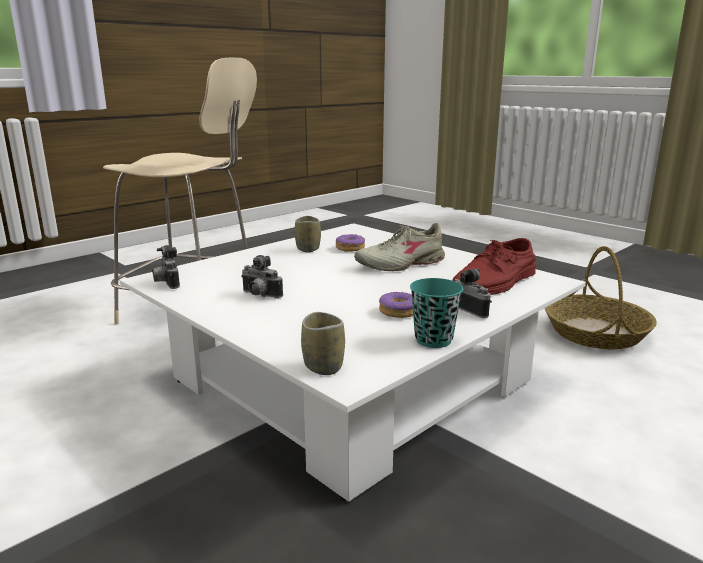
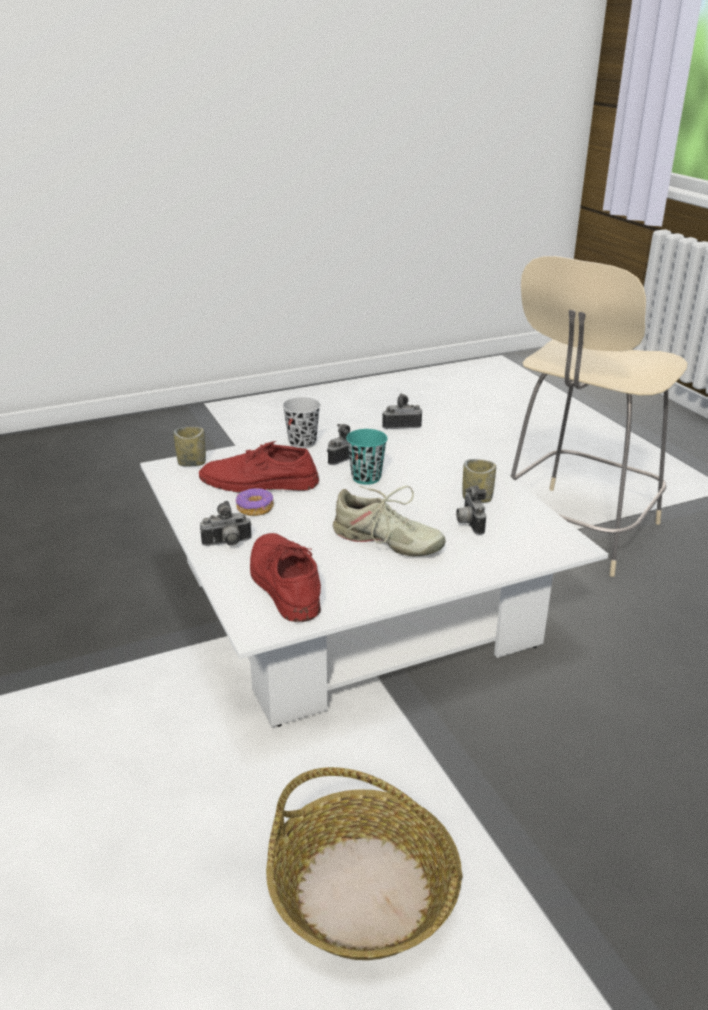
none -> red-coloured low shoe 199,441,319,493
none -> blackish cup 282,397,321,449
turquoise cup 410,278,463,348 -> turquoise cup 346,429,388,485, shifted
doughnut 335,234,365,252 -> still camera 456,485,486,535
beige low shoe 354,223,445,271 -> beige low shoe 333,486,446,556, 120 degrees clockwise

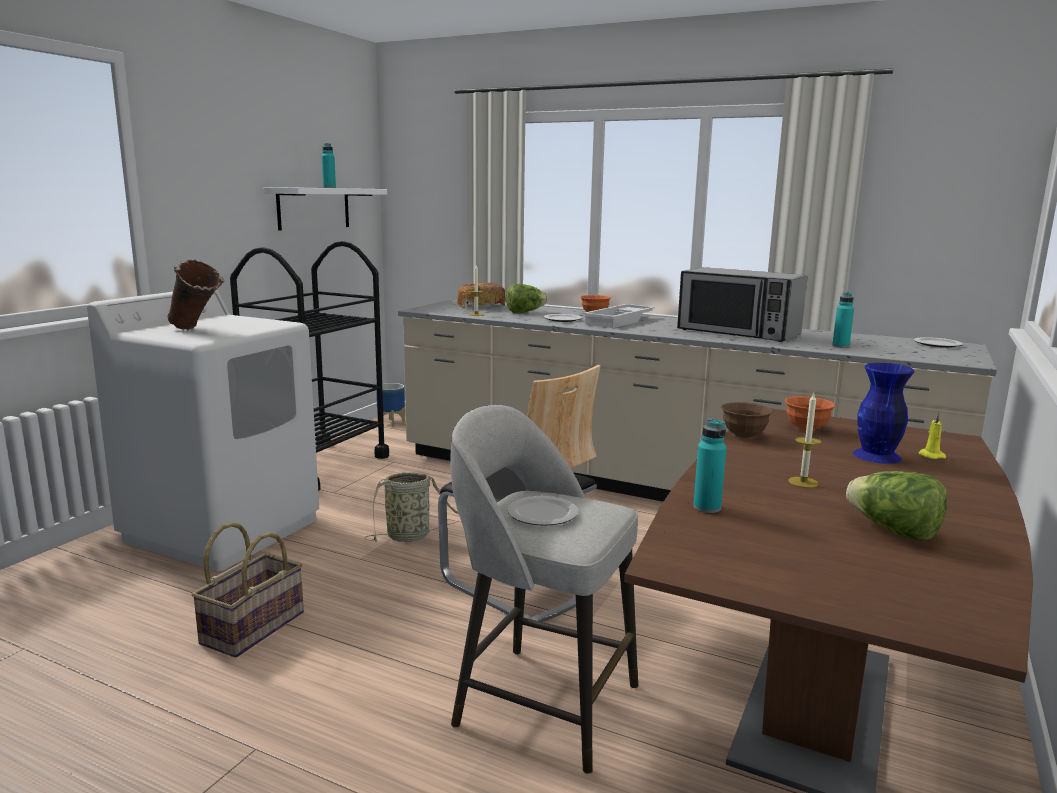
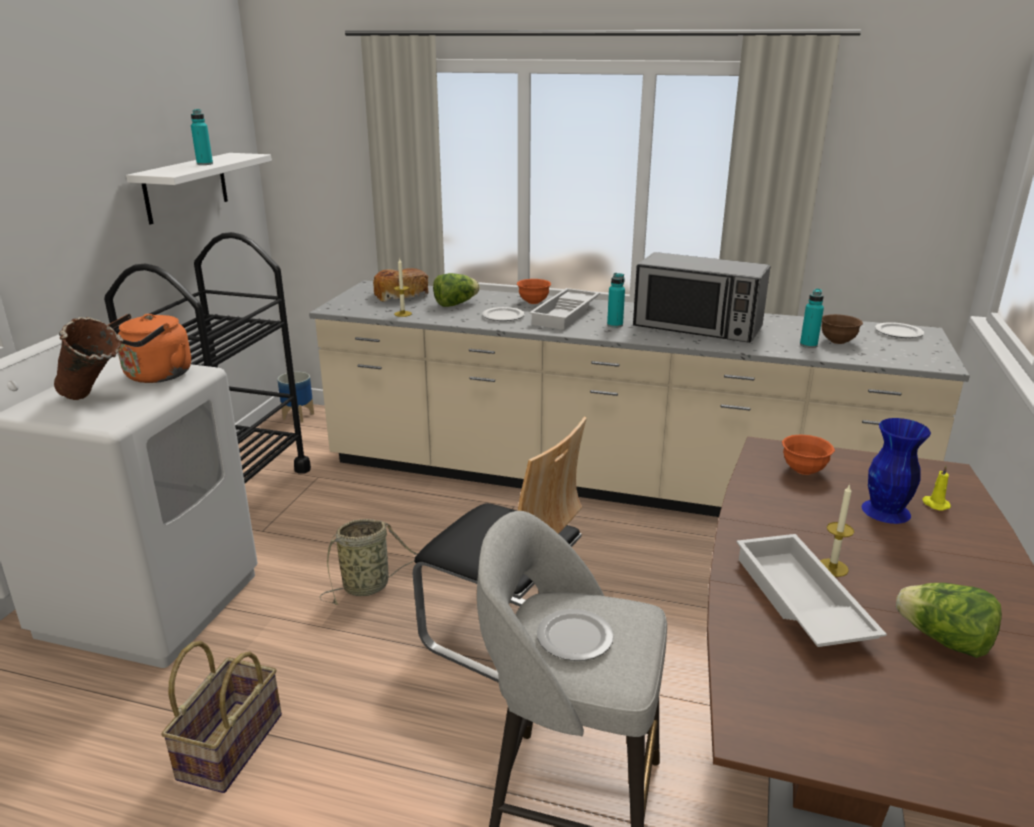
none -> orange-coloured kettle 108,313,191,383
none -> whitish carrying tray 736,534,887,647
turquoise drink bottle 693,419,726,513 -> turquoise drink bottle 607,273,625,328, shifted
brown bowl 721,402,773,438 -> brown bowl 821,314,863,344, shifted

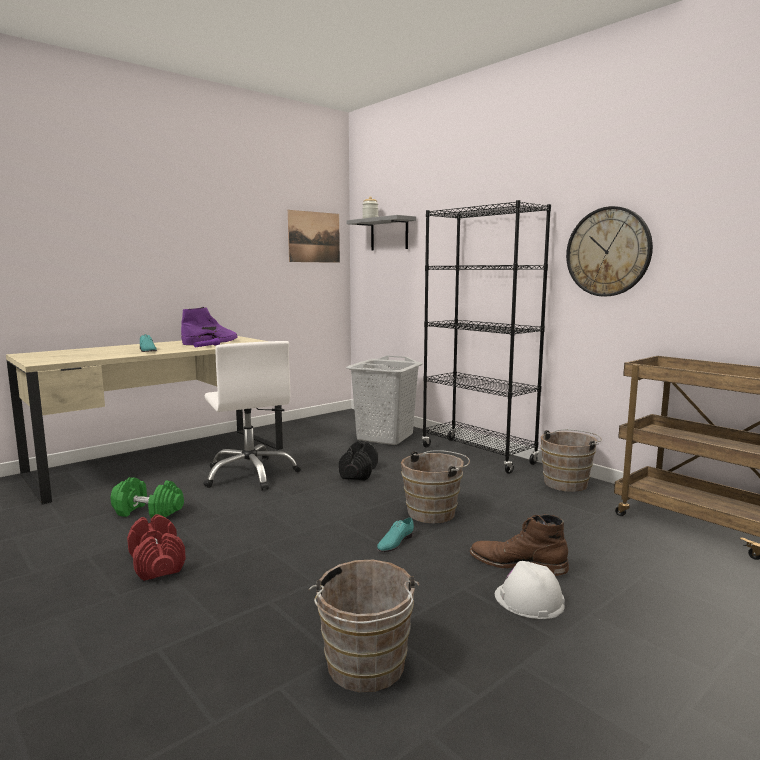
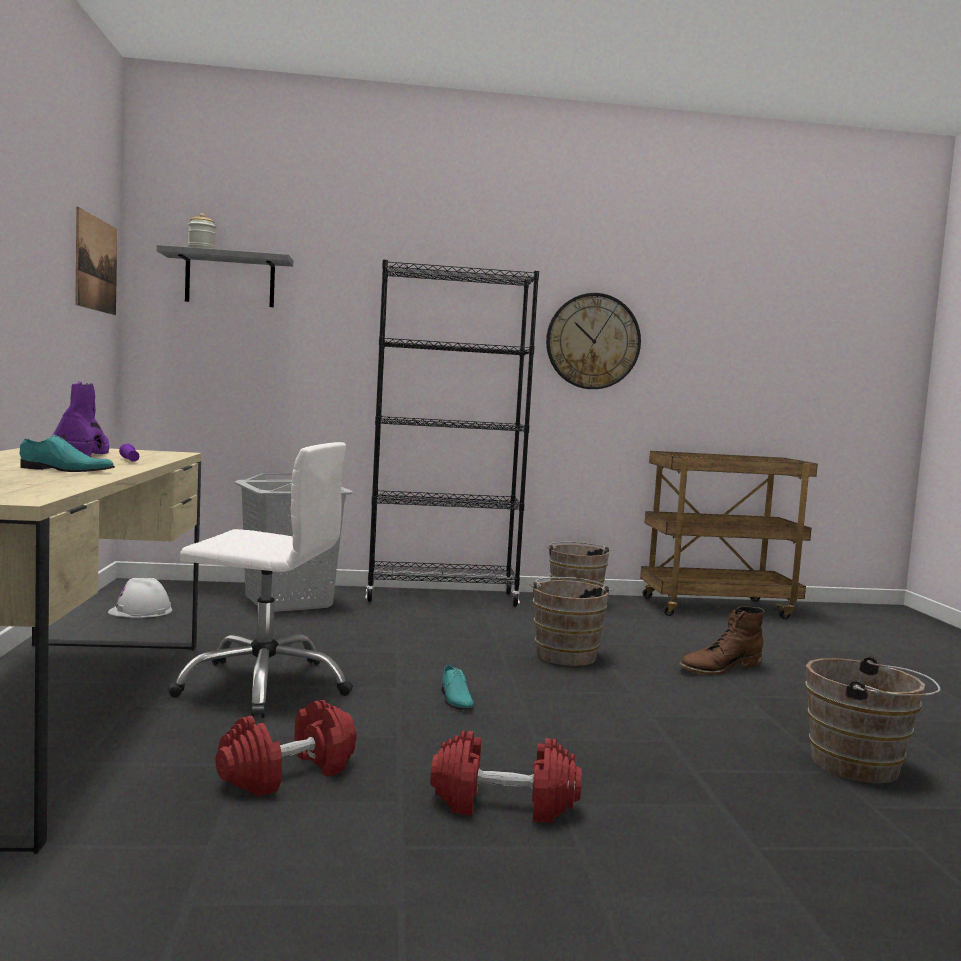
blackish hand weight 339,441,378,481 -> none
turquoise low shoe 377,518,414,552 -> turquoise low shoe 441,665,474,710, shifted
whitish safety helmet 495,561,565,619 -> whitish safety helmet 108,578,172,618, shifted
greenish hand weight 111,477,184,518 -> red-coloured hand weight 215,700,357,797

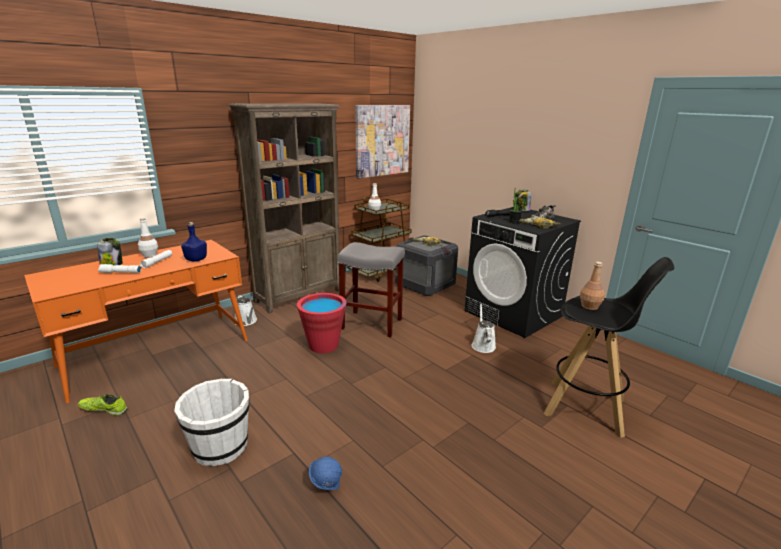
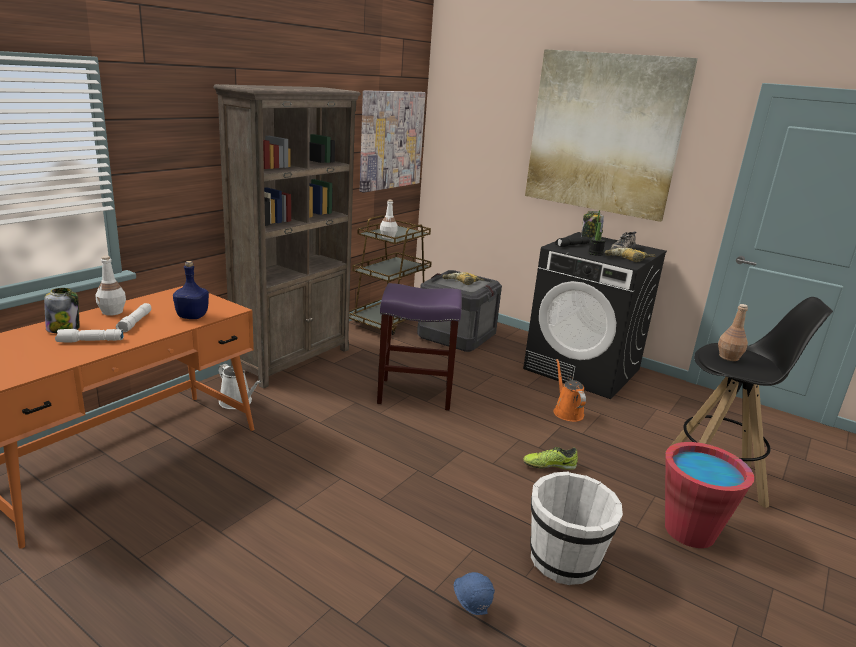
none -> wall picture 525,49,698,222
low shoe 78,394,127,416 -> low shoe 523,447,578,470, shifted
whitish water bucket 174,379,249,466 -> whitish water bucket 530,471,623,585, shifted
red-coloured water bucket 297,293,347,353 -> red-coloured water bucket 665,442,754,548, shifted
gray stool 337,242,405,337 -> purple stool 377,283,462,410
whitish sprinkling can 472,304,496,353 -> orange-coloured sprinkling can 554,359,586,422

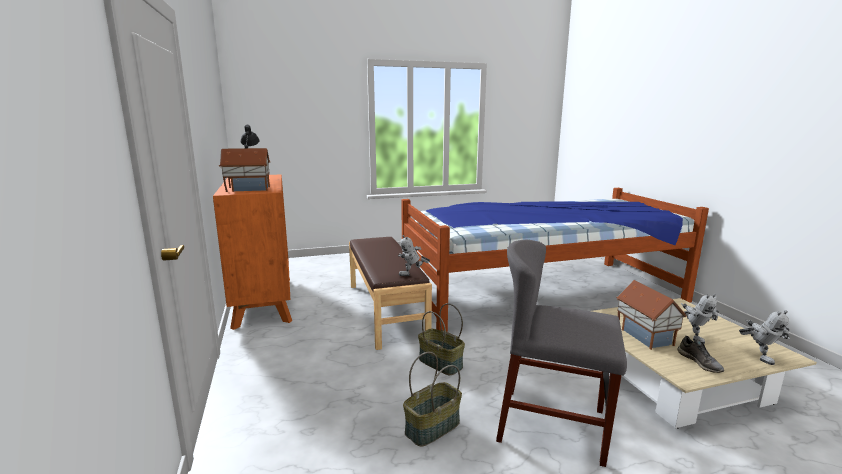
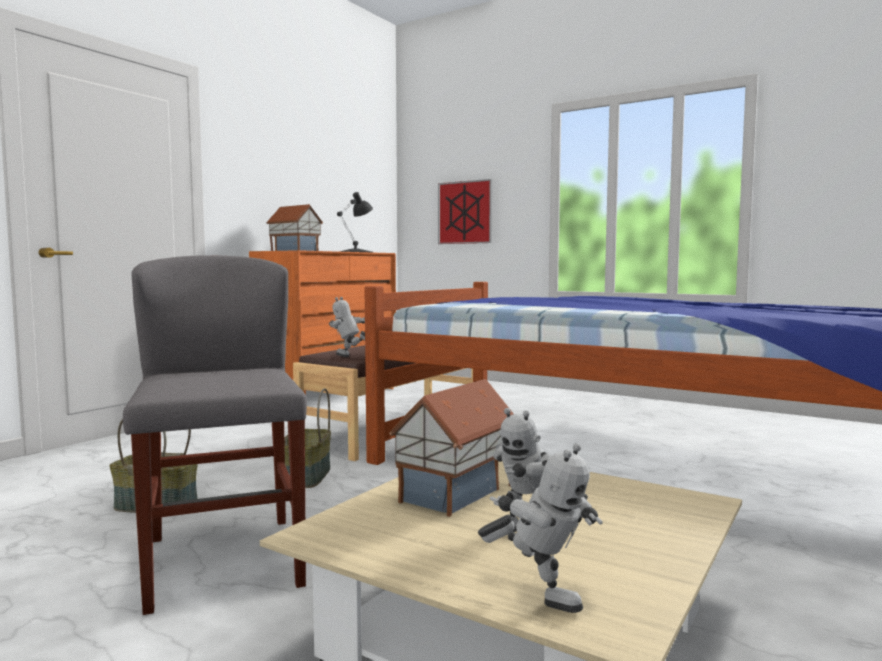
gray low shoe 678,336,724,373 -> none
none -> wall picture 438,179,493,244
toy robot 739,310,790,365 -> toy robot 478,443,603,613, 90 degrees counterclockwise

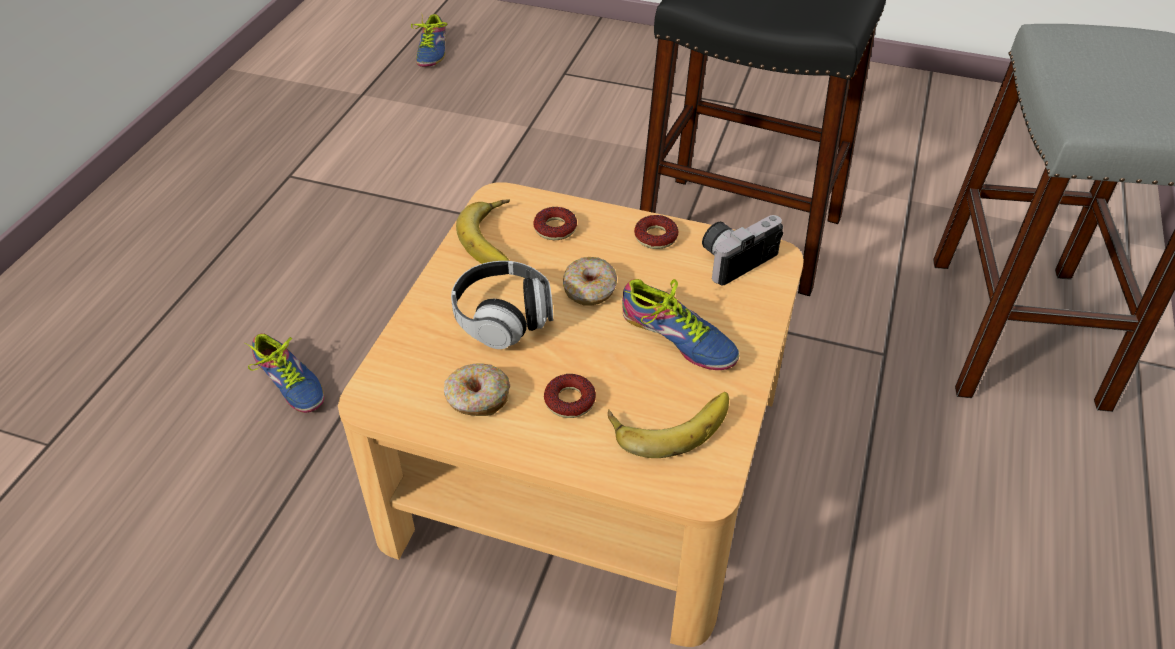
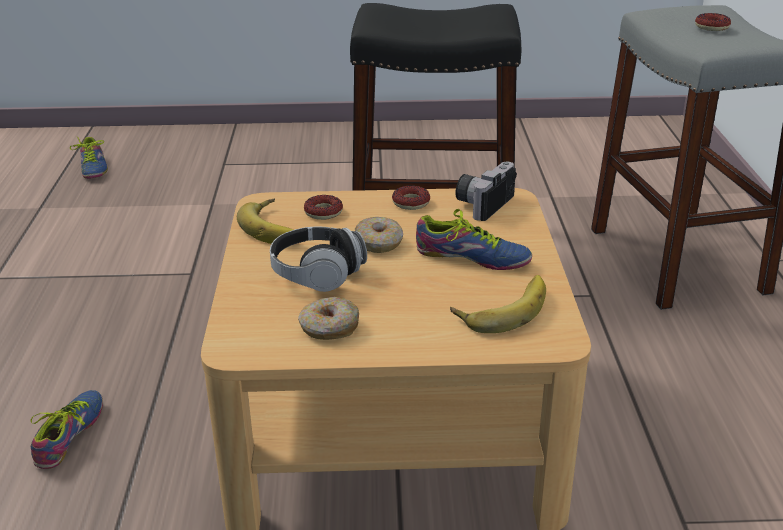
doughnut 544,374,596,418 -> doughnut 695,13,731,31, shifted
low shoe 244,333,324,413 -> low shoe 30,390,103,469, 105 degrees counterclockwise

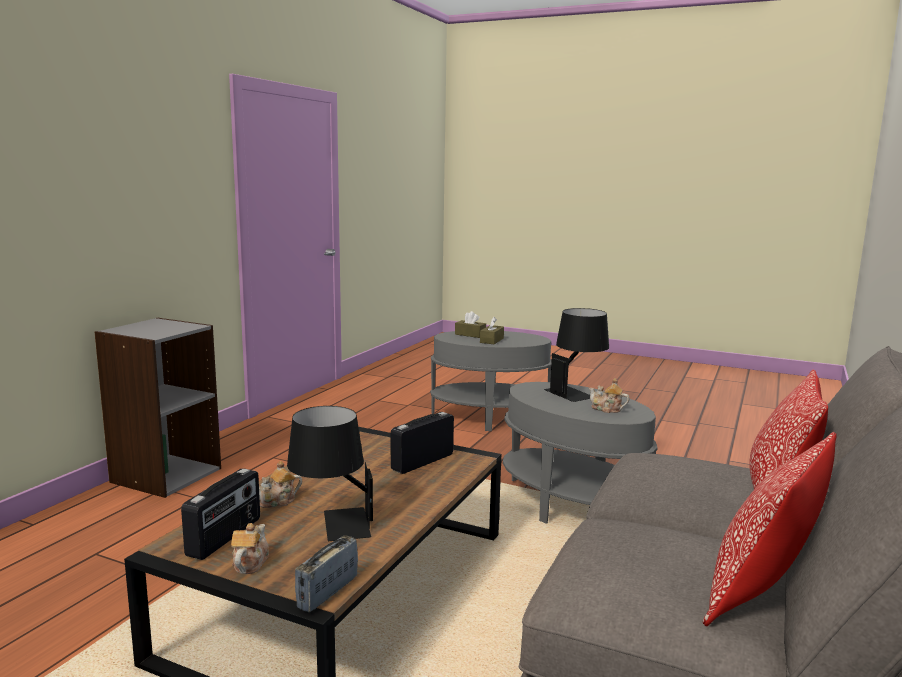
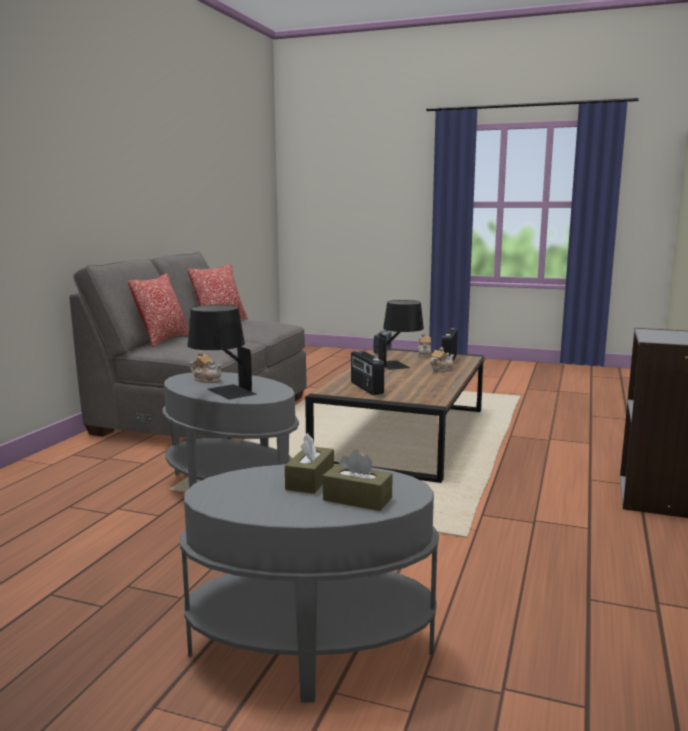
radio set 391,412,454,474 -> radio set 351,350,384,395, 120 degrees clockwise

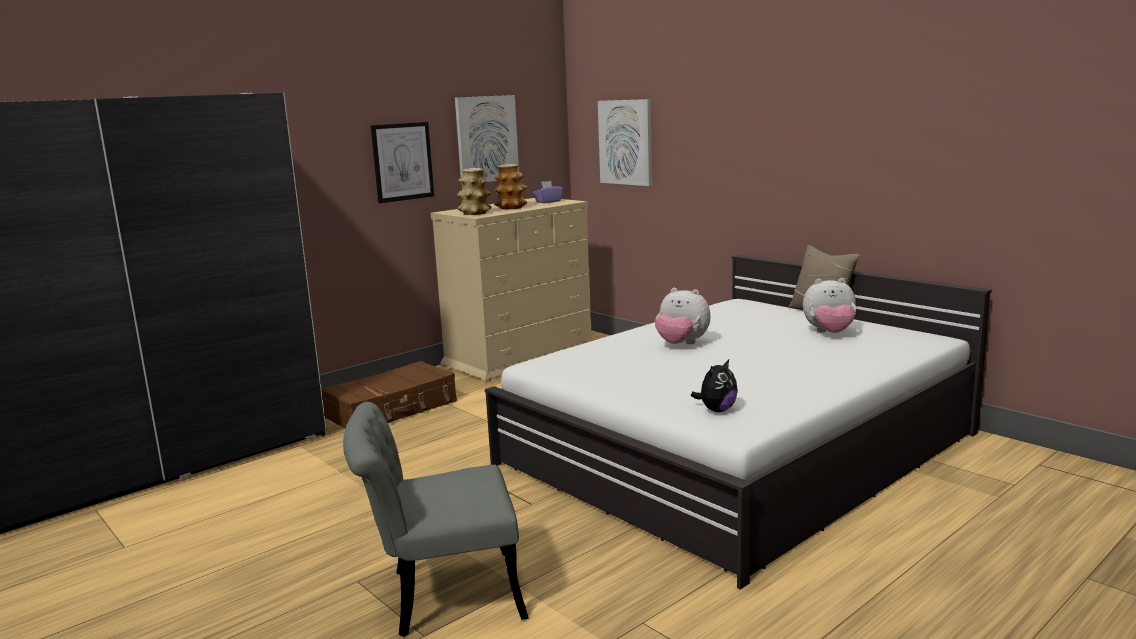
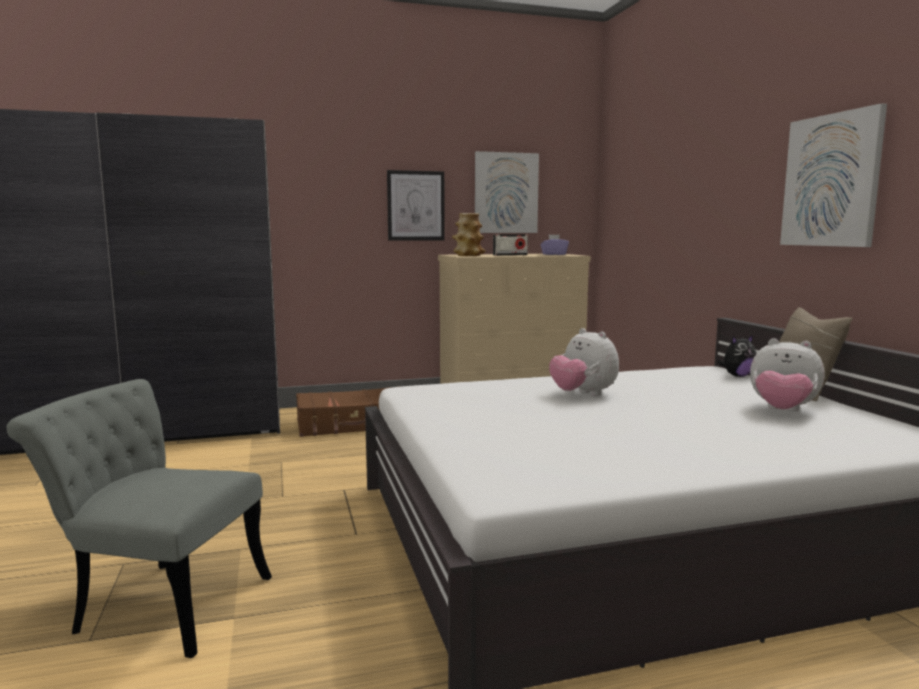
wall picture 598,99,652,186 -> wall picture 780,104,887,247, shifted
plush toy 691,359,738,412 -> plush toy 718,335,757,377, shifted
flower vase 494,164,528,209 -> radio set 493,235,528,256

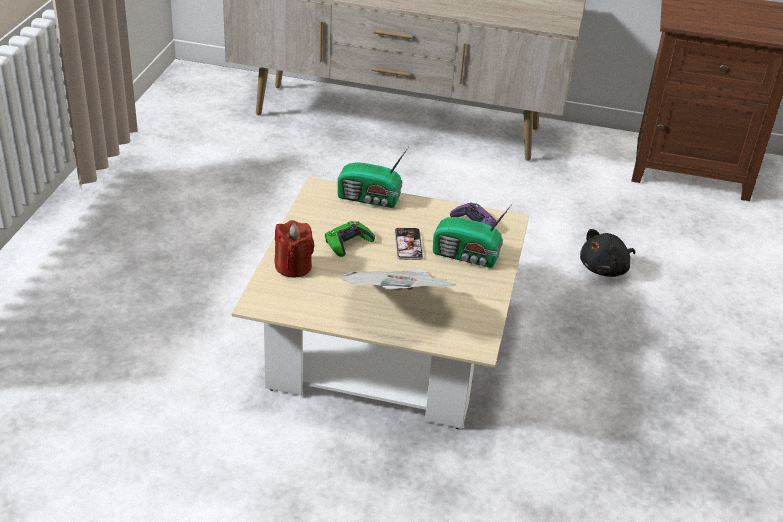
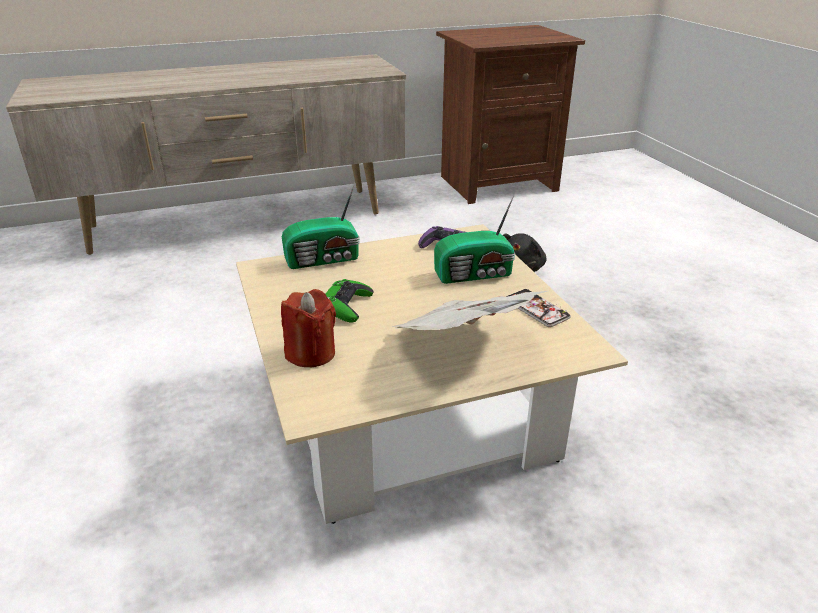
handset 395,228,423,260 -> handset 506,289,571,327, shifted

